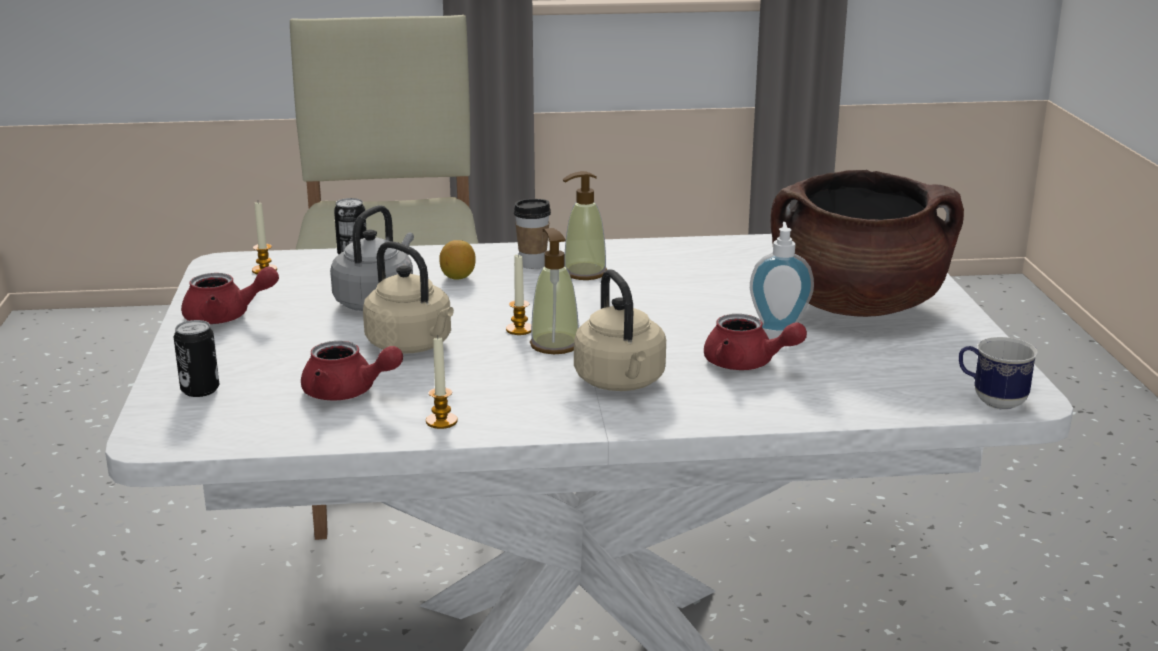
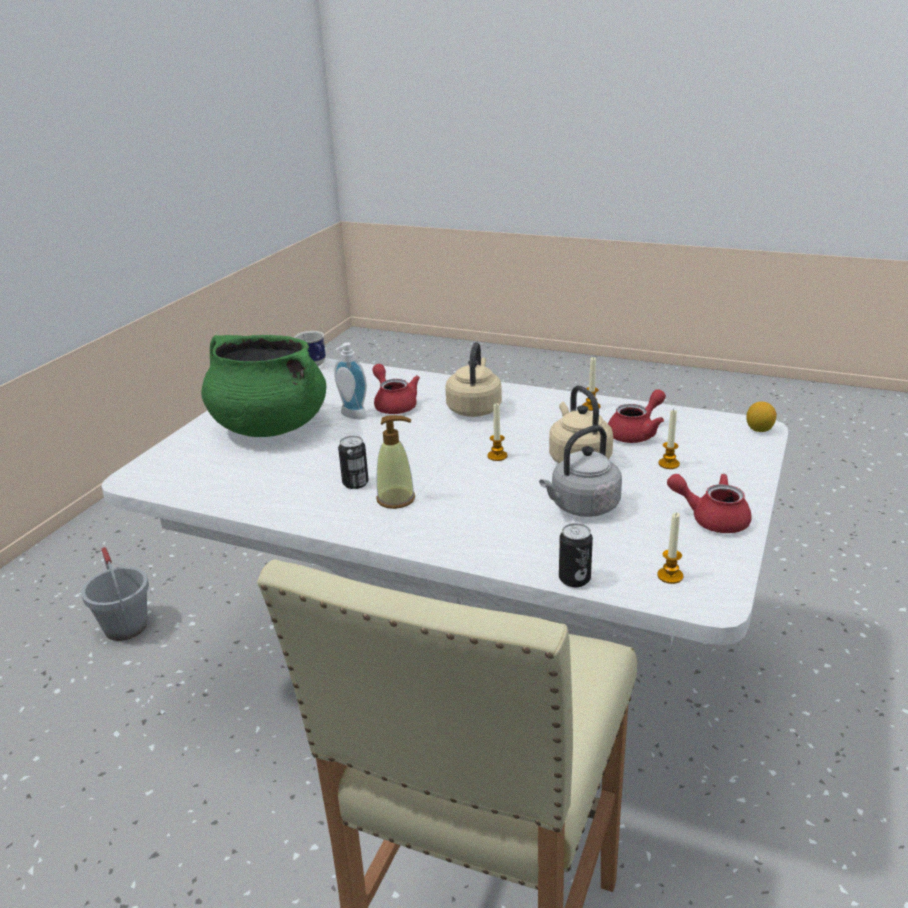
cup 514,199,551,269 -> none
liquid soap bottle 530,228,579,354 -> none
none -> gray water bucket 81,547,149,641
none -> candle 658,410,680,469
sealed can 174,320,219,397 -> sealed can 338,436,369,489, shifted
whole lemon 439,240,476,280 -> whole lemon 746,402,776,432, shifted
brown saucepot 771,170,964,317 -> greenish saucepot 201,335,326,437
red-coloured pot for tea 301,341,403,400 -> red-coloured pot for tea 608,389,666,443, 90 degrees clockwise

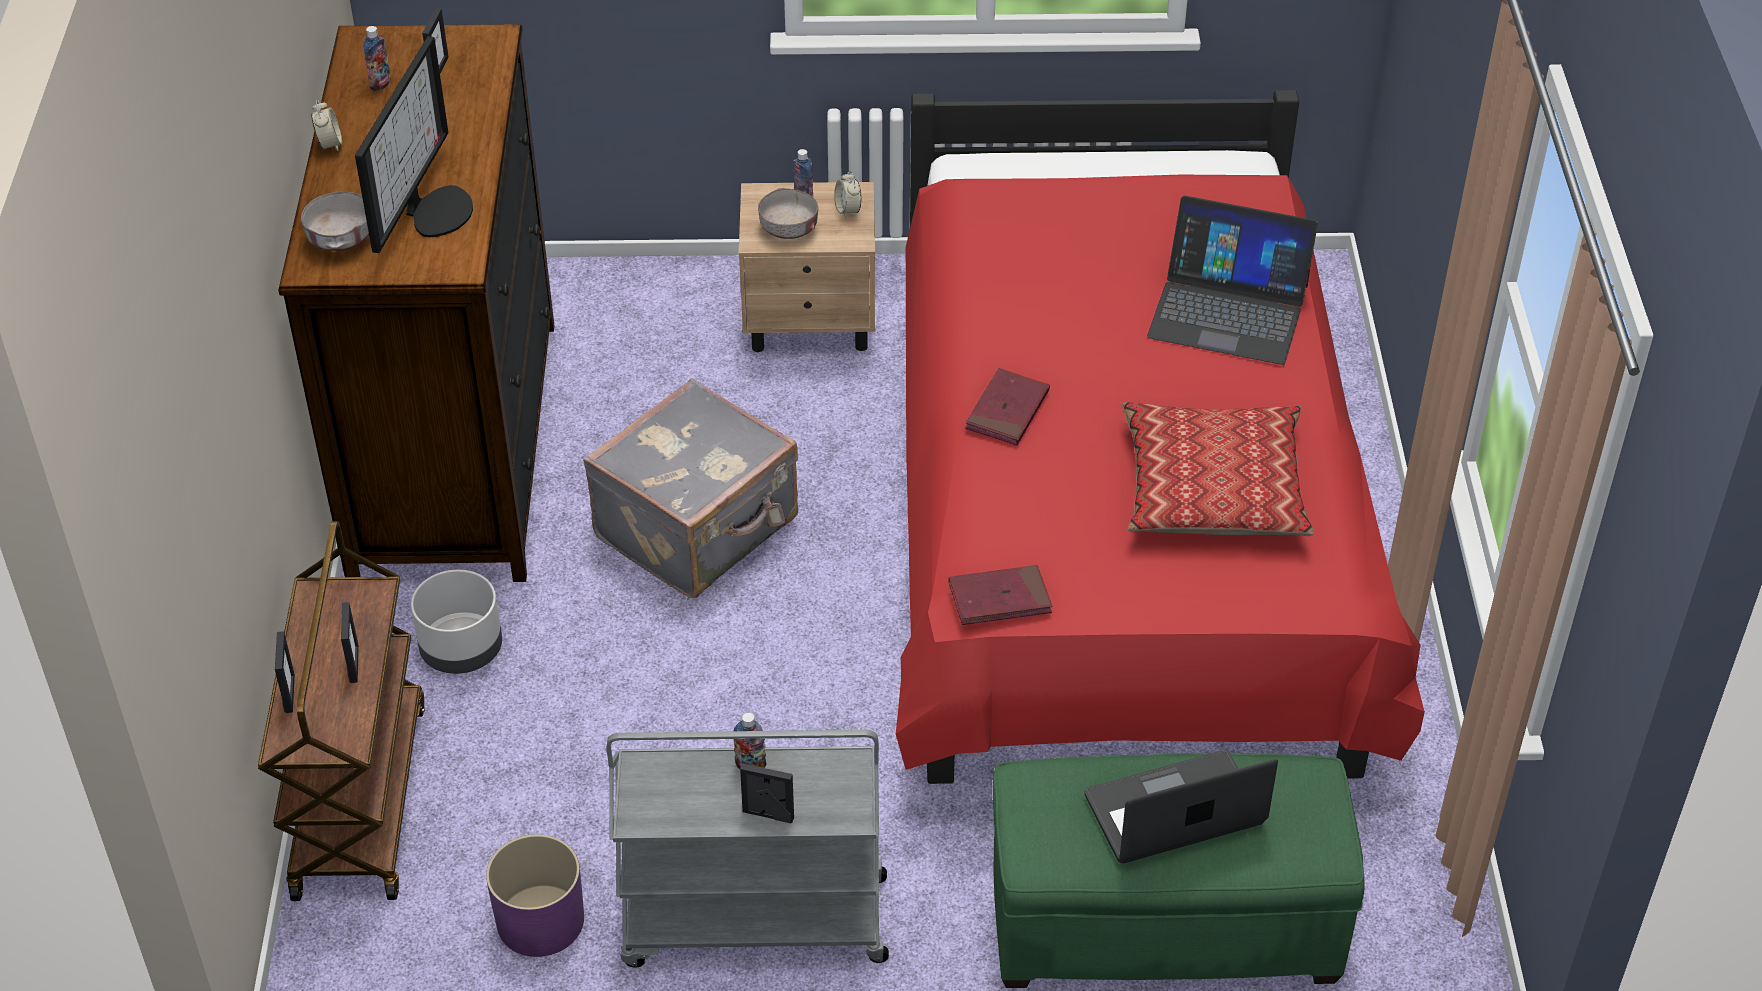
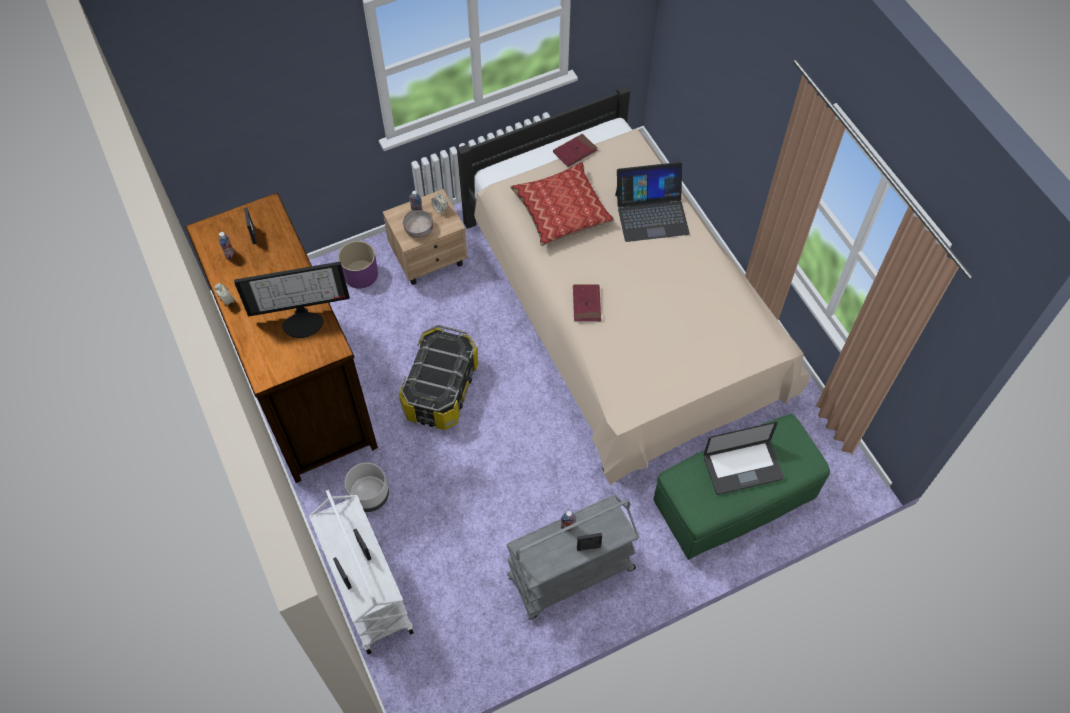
gray bowl 301,191,369,251 -> none
purple planter 486,834,584,957 -> purple planter 338,241,378,289, shifted
red-coloured volume 948,565,1053,625 -> red-coloured volume 553,134,597,167, shifted
throw pillow 1122,402,1313,536 -> throw pillow 510,162,614,246, shifted
gray suitcase 583,378,798,598 -> storage bin 399,325,478,430
brown wheeled cart 258,521,425,901 -> whitish wheeled cart 309,490,414,654
red-coloured sleeping bed 896,90,1425,784 -> beige sleeping bed 457,86,809,485
computer screen 355,36,473,253 -> computer screen 234,262,350,338, 90 degrees clockwise
laptop 1084,750,1278,863 -> laptop 704,422,784,495, 150 degrees counterclockwise

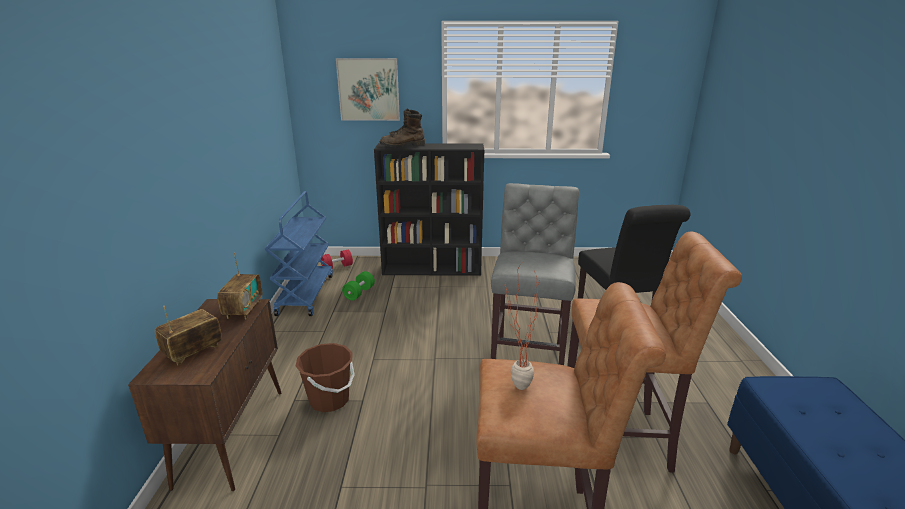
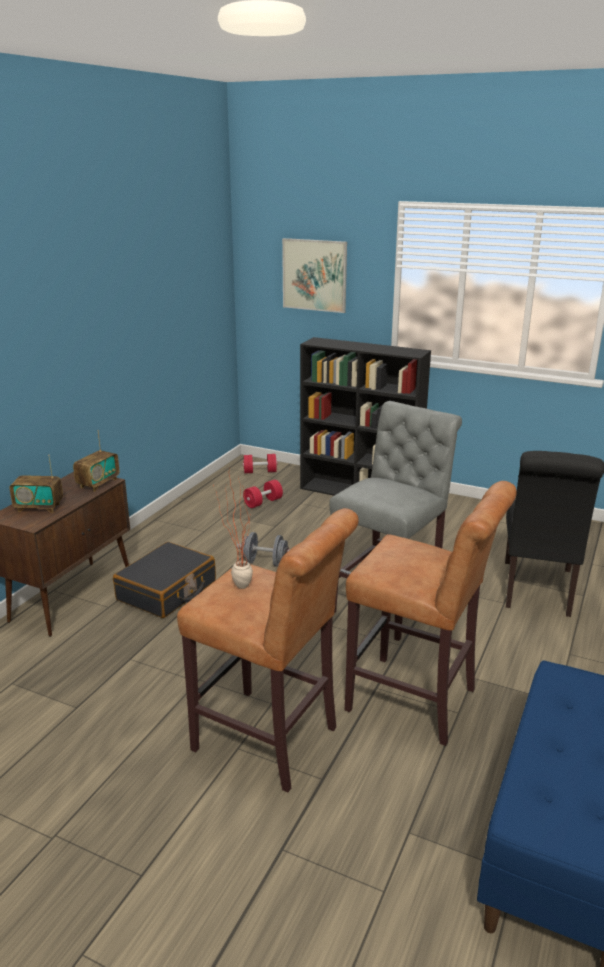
bluish wheeled cart 264,191,333,316 -> none
brown tall boot 379,109,425,147 -> none
none -> gray hand weight 237,532,289,567
brown water bucket 296,343,355,412 -> blackish suitcase 113,542,216,618
greenish hand weight 342,271,375,301 -> red-coloured hand weight 243,480,283,508
radio set 155,306,222,365 -> radio set 10,454,63,513, 150 degrees counterclockwise

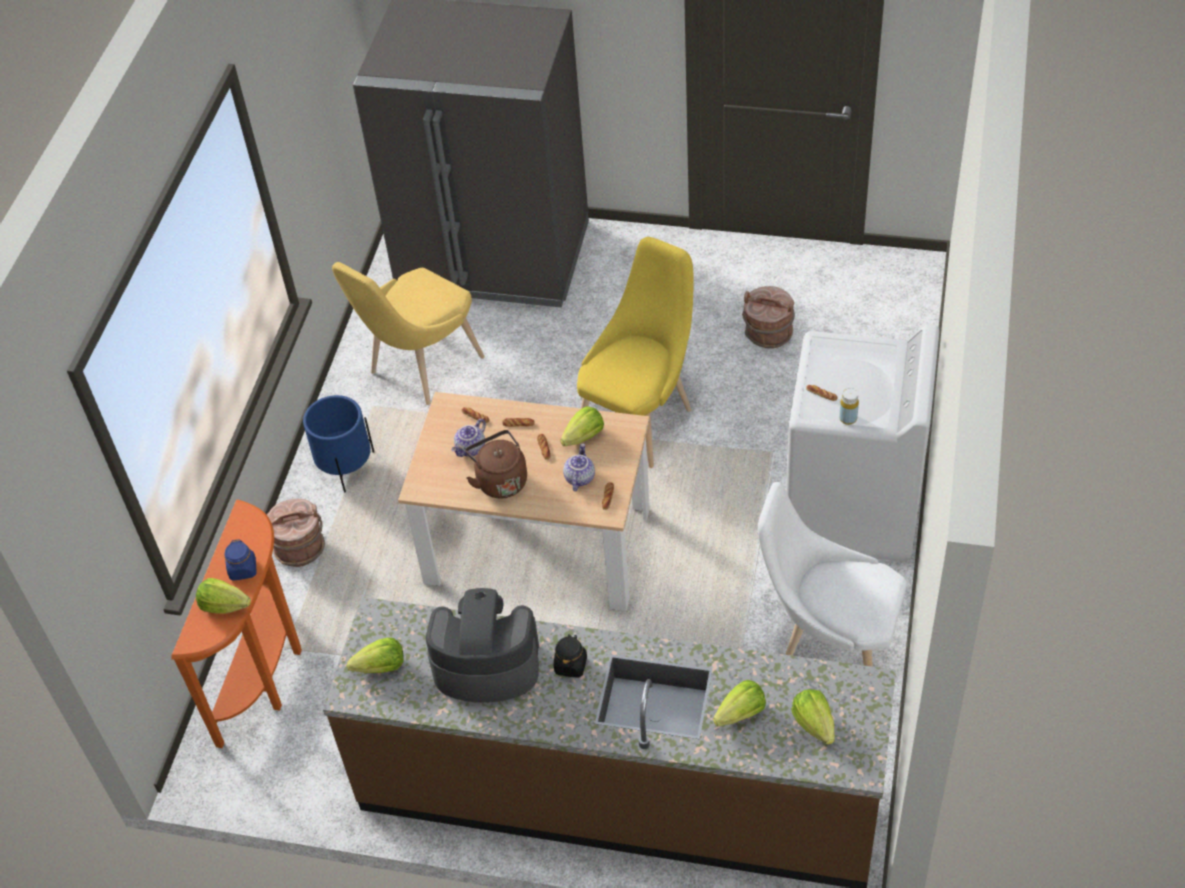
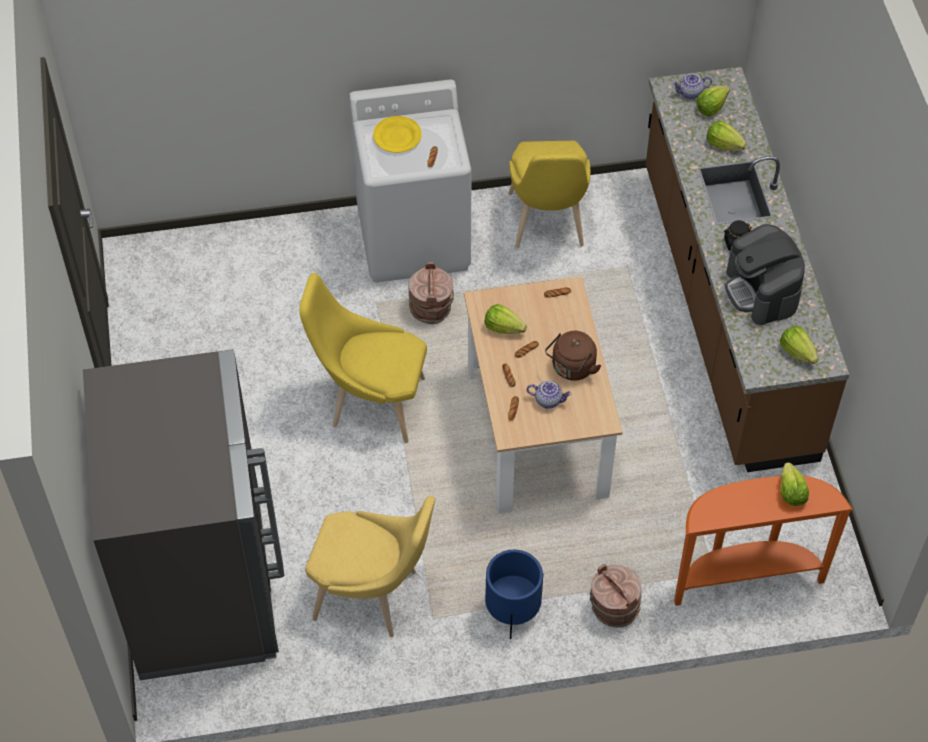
bluish jar 224,539,257,581 -> none
yellow drink bottle 839,388,859,425 -> none
none -> yellow plate 373,116,422,153
pot for tea 563,444,595,491 -> pot for tea 672,74,712,99, shifted
brown water bucket 742,286,795,348 -> brown water bucket 408,262,454,324, shifted
whitish upright chair 758,482,907,667 -> yellow upright chair 508,141,590,248

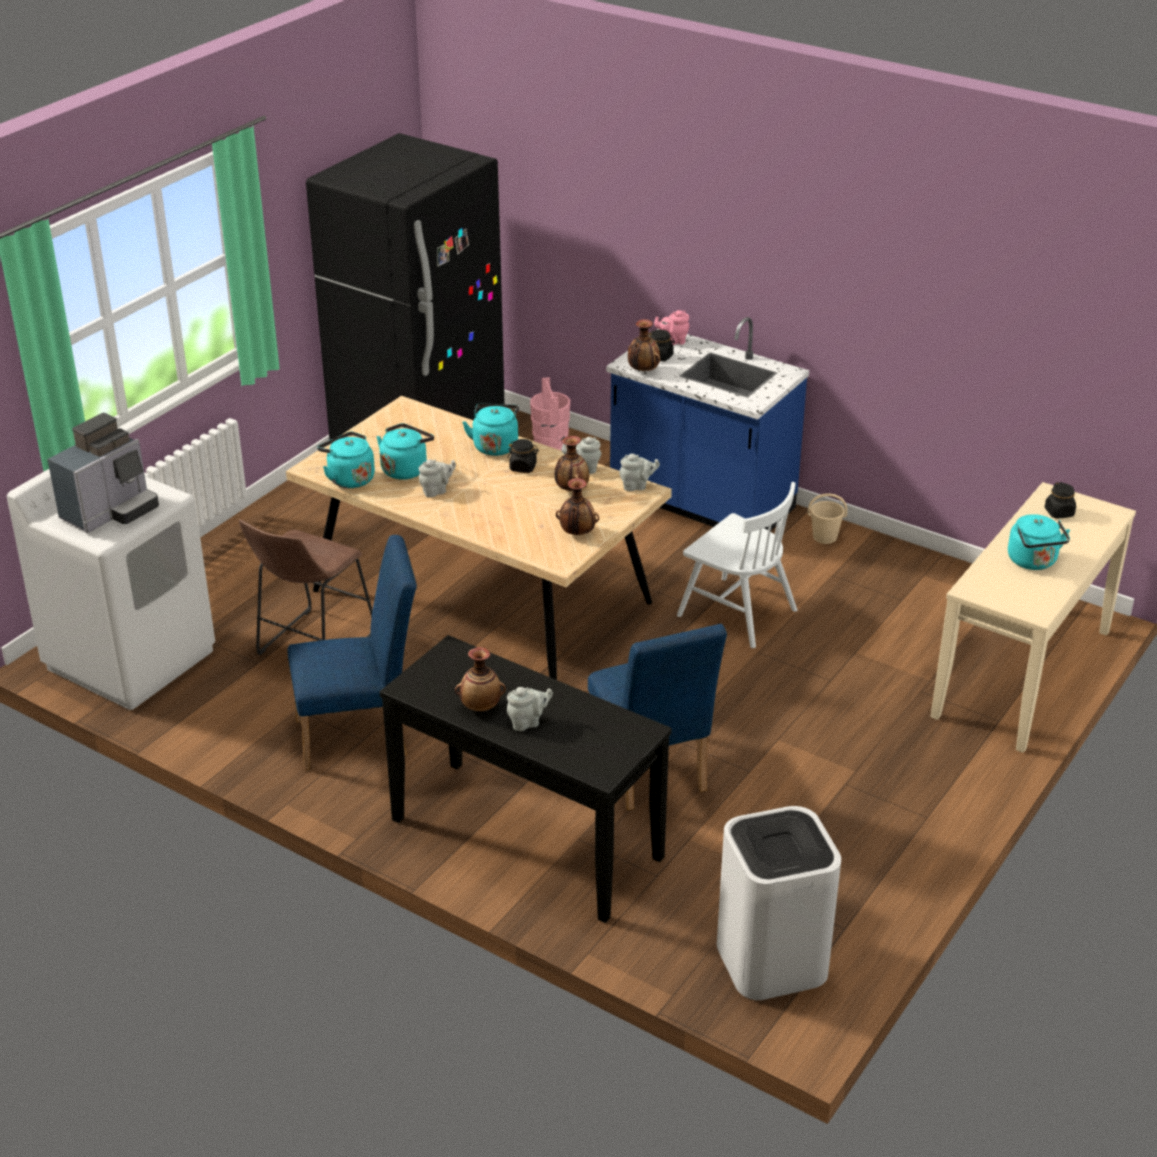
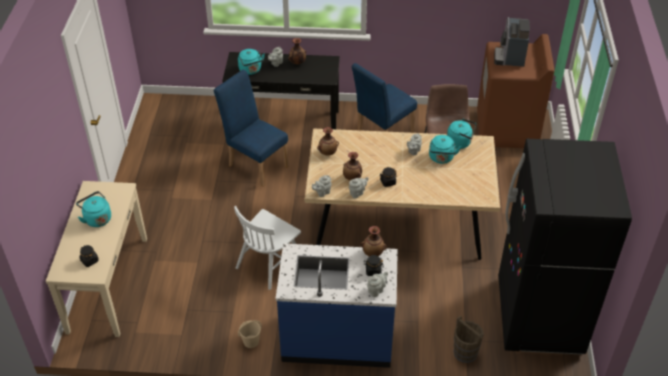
whitish rubbish bin 717,806,841,1000 -> none
turquoise kettle 462,404,519,456 -> turquoise kettle 238,49,265,75, shifted
whitish laundry machine 7,469,215,710 -> brown laundry machine 477,34,555,148
pink-coloured water bucket 530,377,570,450 -> brown water bucket 453,316,484,363
pink-coloured pot for tea 654,310,690,345 -> gray pot for tea 367,272,388,297
whitish upright chair 677,482,797,648 -> whitish upright chair 234,206,301,290, 60 degrees counterclockwise

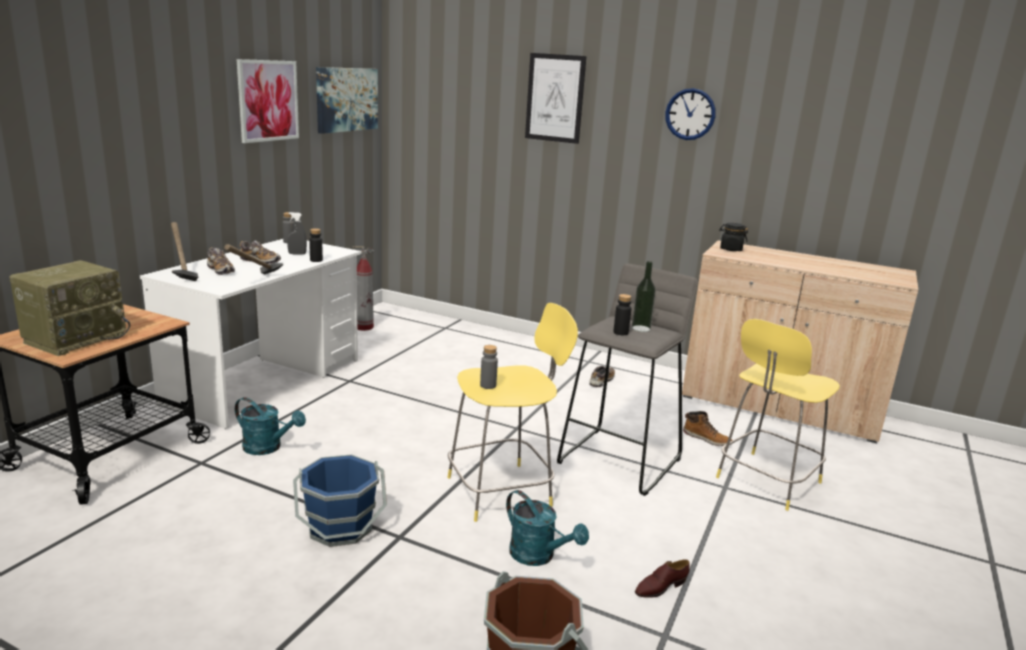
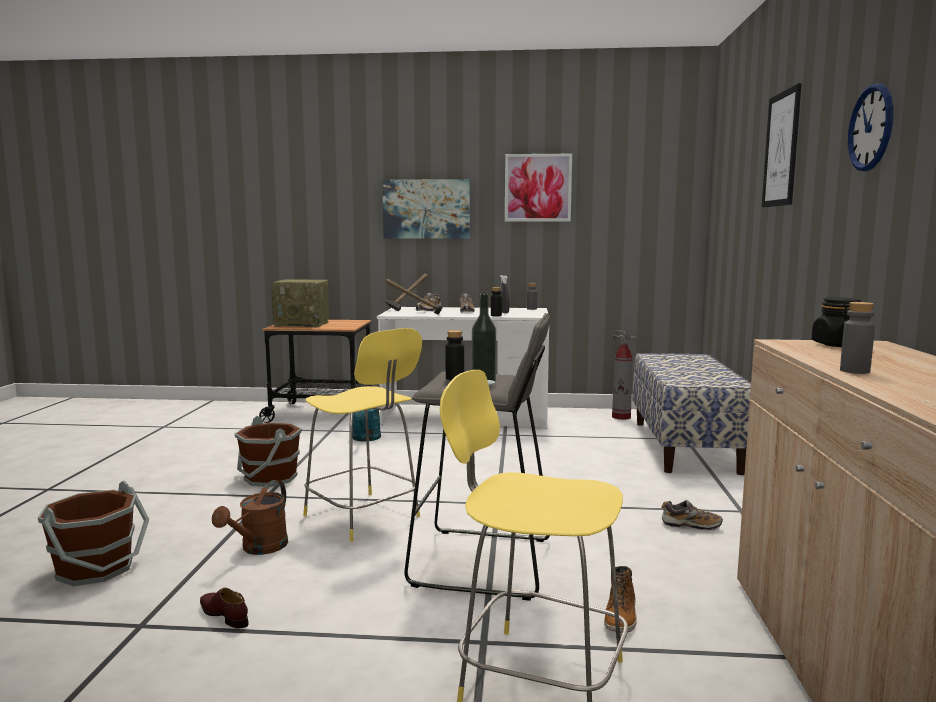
none -> bench 632,353,752,475
wall picture 316,67,378,134 -> wall picture 382,179,470,239, shifted
gray drink bottle 480,345,498,389 -> gray drink bottle 840,302,875,374, shifted
bluish water bucket 293,454,387,547 -> brown water bucket 235,416,302,487
turquoise sprinkling can 506,490,589,566 -> brown sprinkling can 212,480,288,555

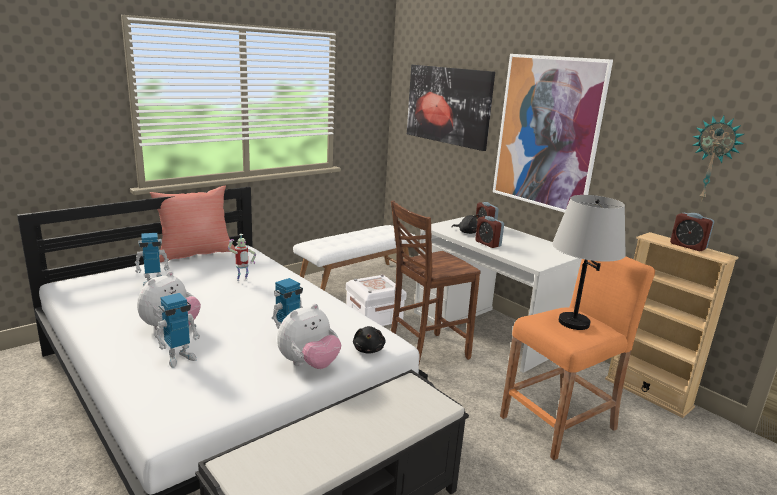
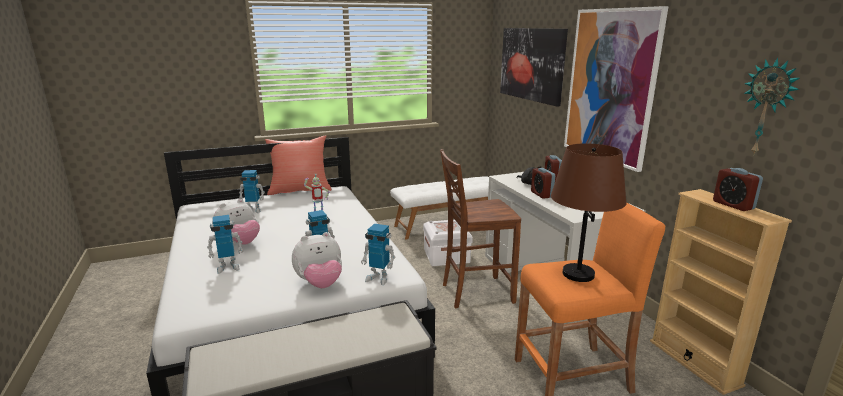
blackish plush toy 353,326,386,354 -> toy robot 361,224,395,285
gray table lamp 552,195,626,330 -> brown table lamp 551,143,627,282

